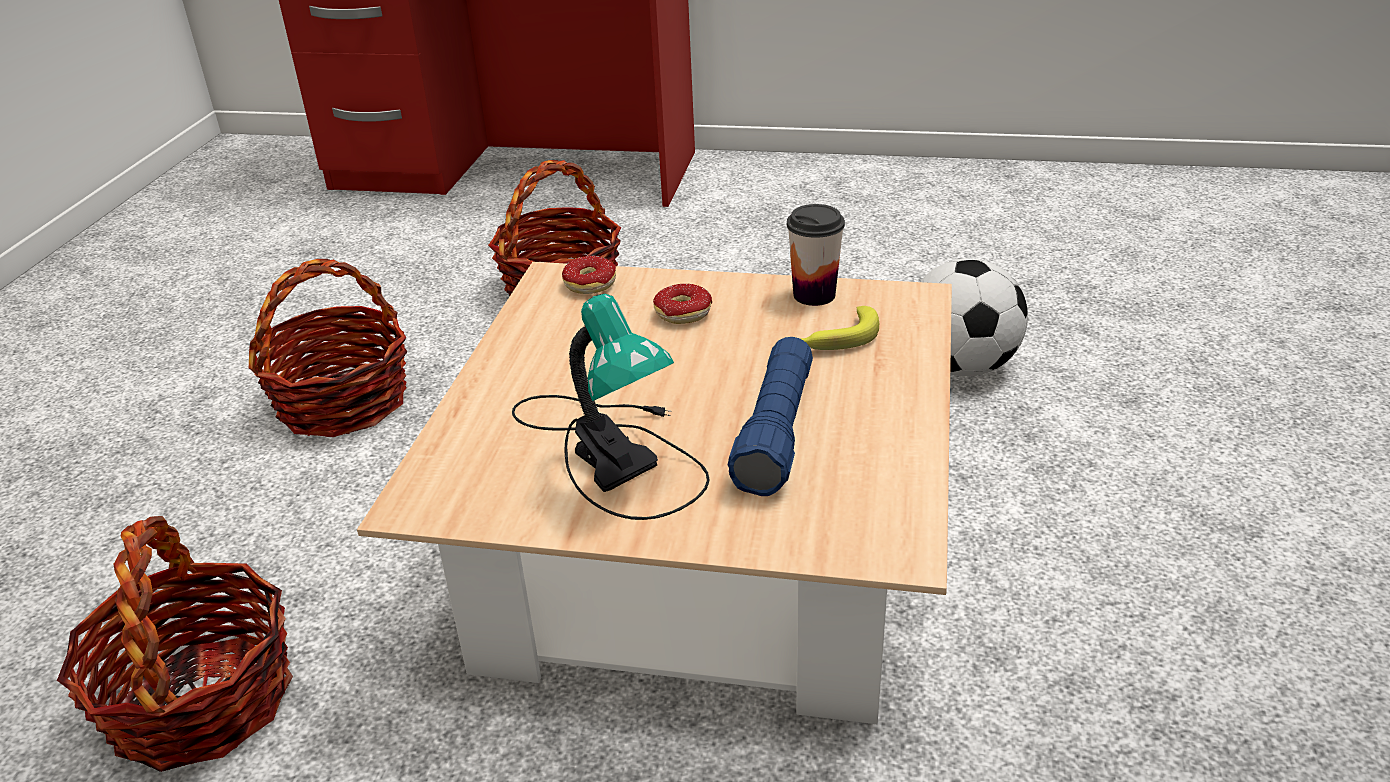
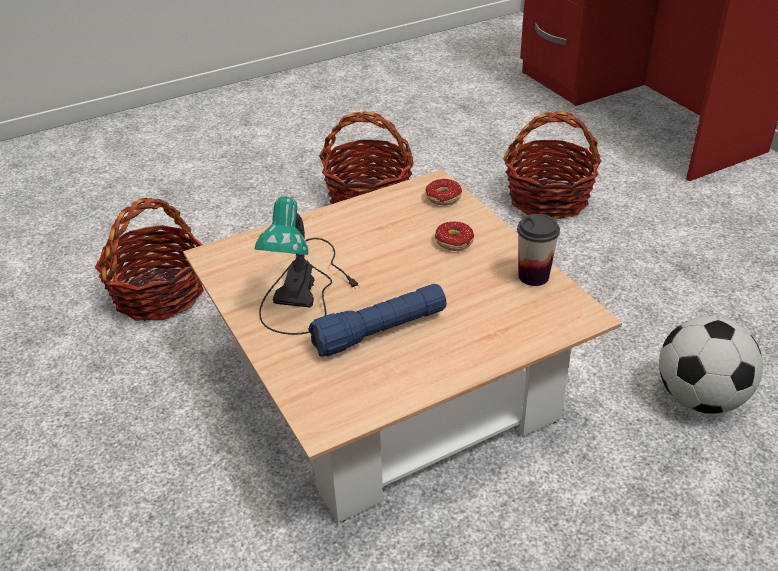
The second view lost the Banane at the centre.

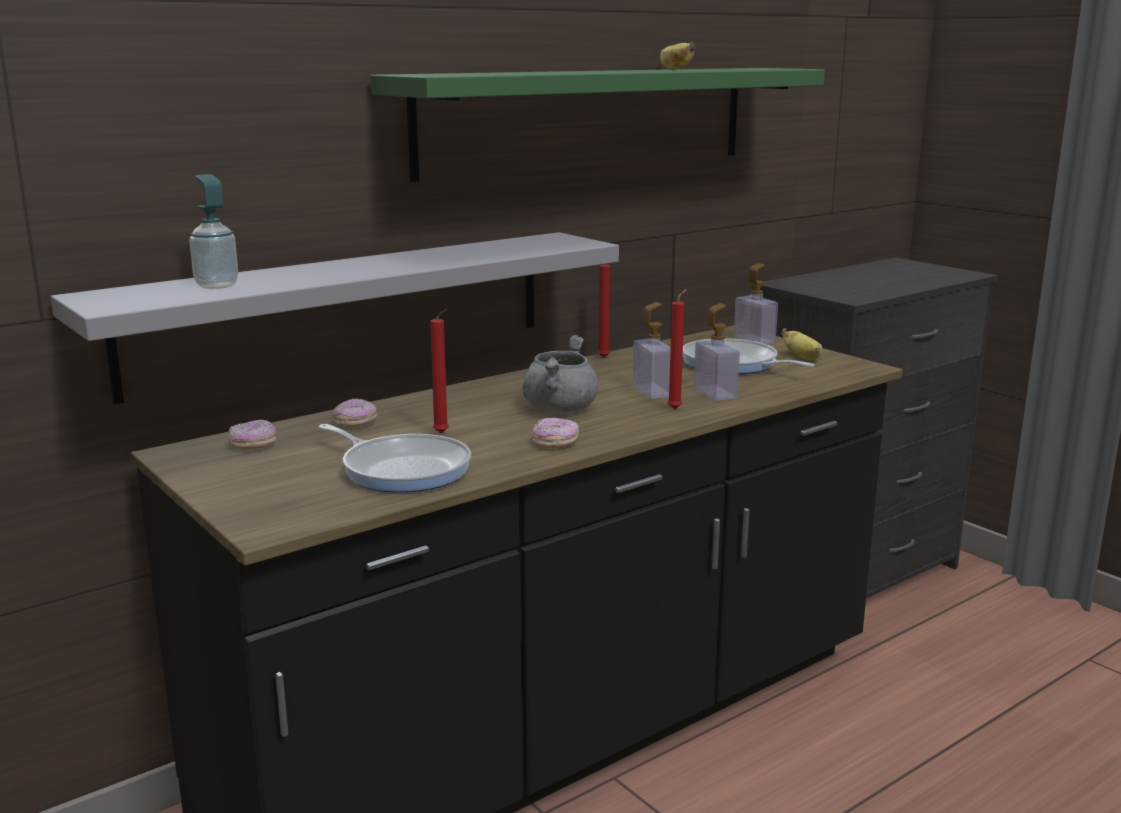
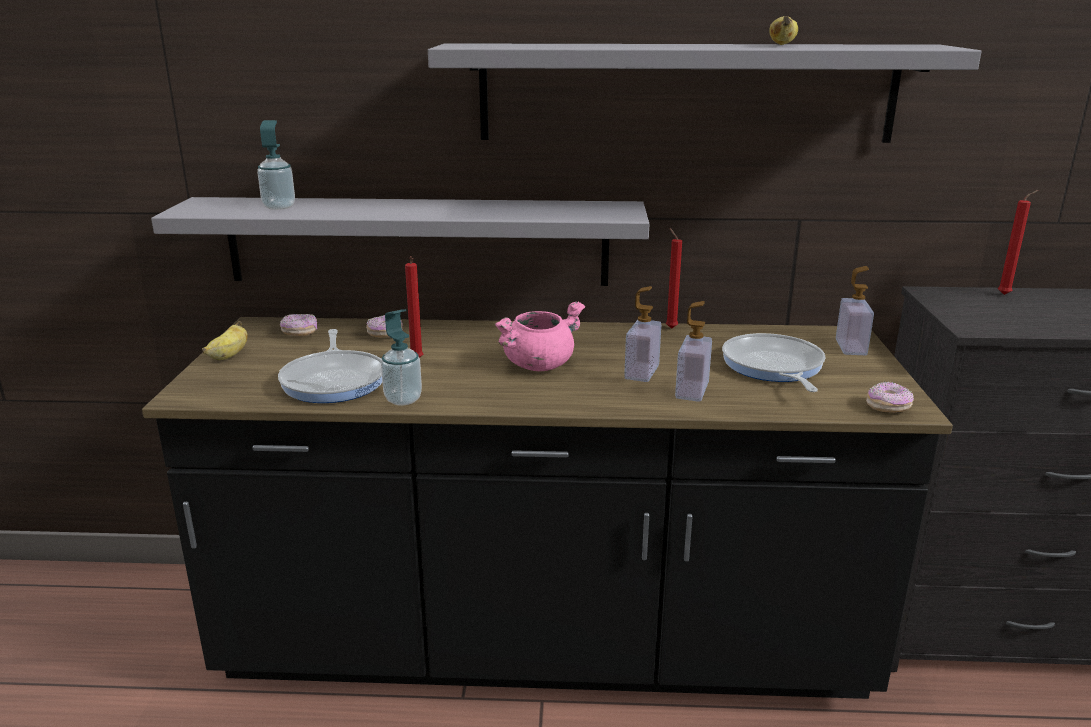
The Banane (2nd from left in the first image) ended up elsewhere, having gone from the middle right to the middle left.
The second view gained the Seifenspender (2nd from left) at the centre.
What was the Wandregal [grün] at the top centre turned into the Wandregal [grau] (2nd from left) at the top centre.
What was the Kochtopf [grau] at the centre turned into the Kochtopf [rosa] at the centre.
The Donut (3rd from left) ended up elsewhere, having gone from the centre to the middle right.
The Kerze [rot] (3rd from left) ended up elsewhere, having gone from the centre to the top right.

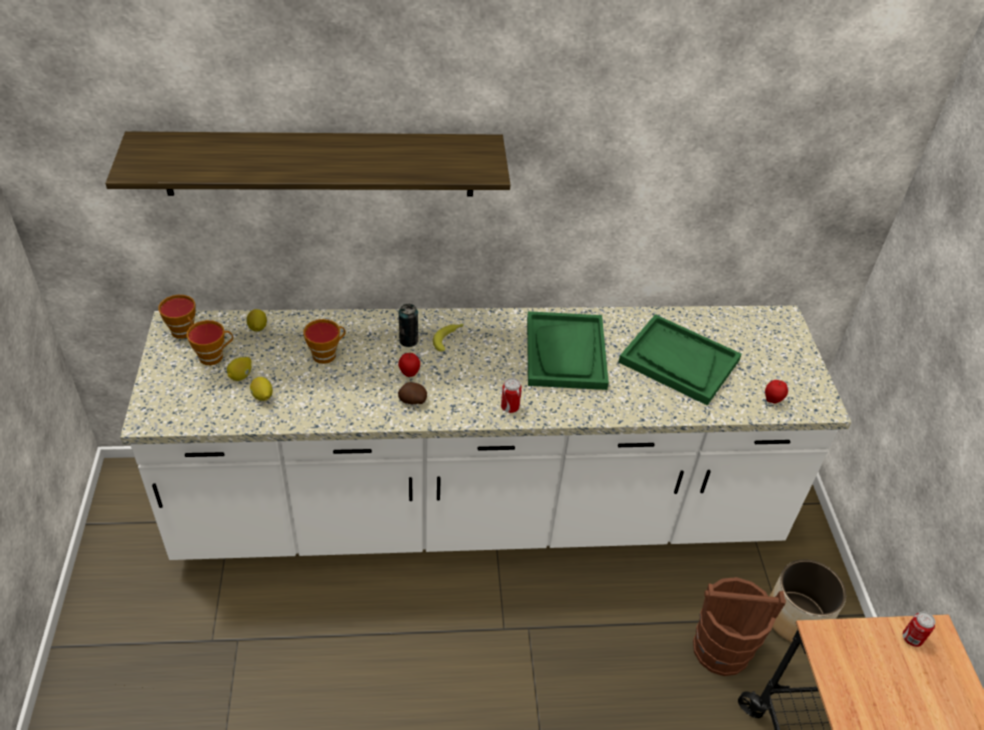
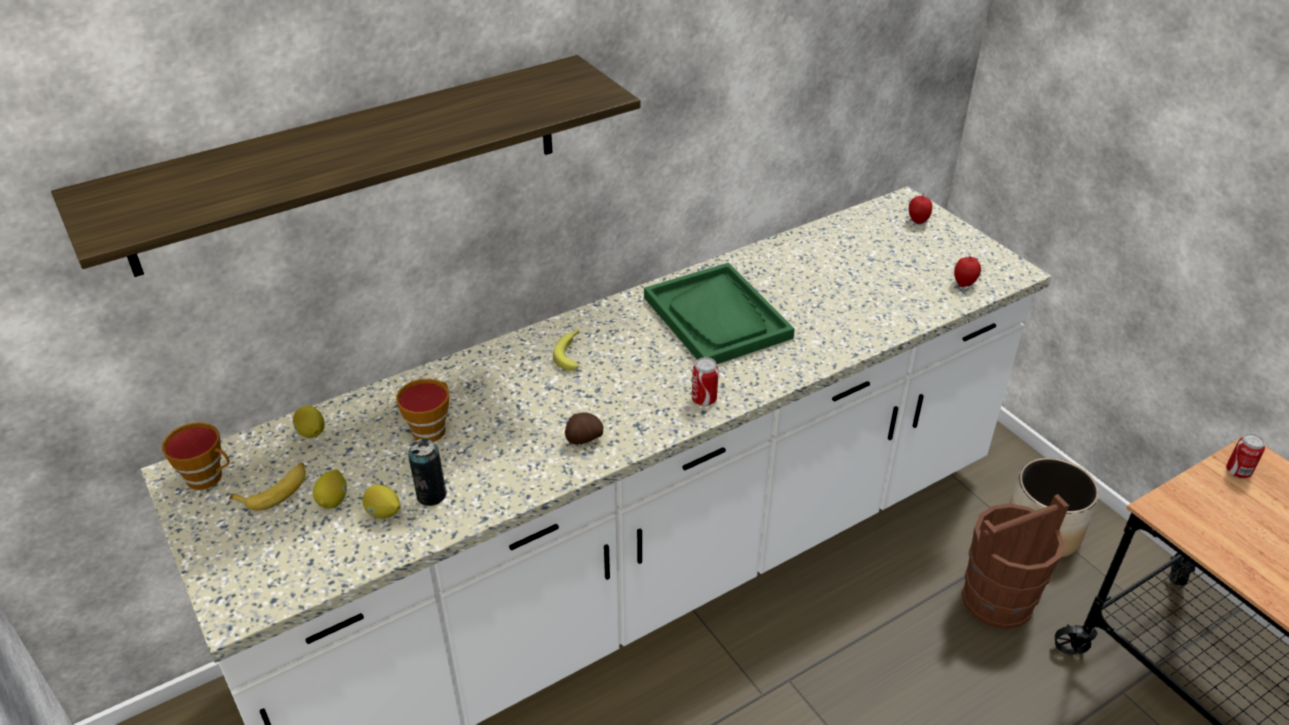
Where the Tasse (2nd from left) stood at the middle left, the Banane (1st from left) came to stand at the bottom left.
The Dose (1st from left) ended up elsewhere, having gone from the centre to the middle left.
The Apfel (1st from left) ended up elsewhere, having gone from the centre to the top right.
The second view lost the Tablett [grün] (2nd from left) at the middle right.

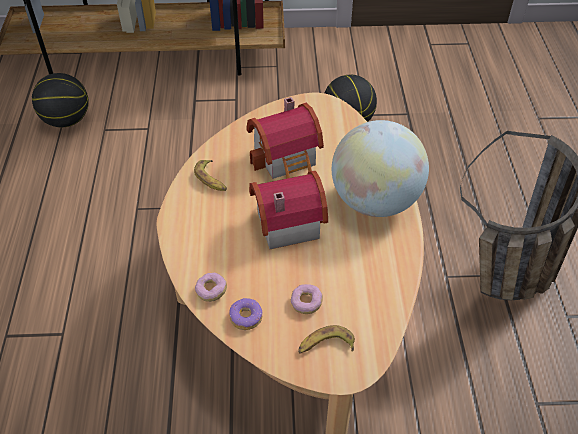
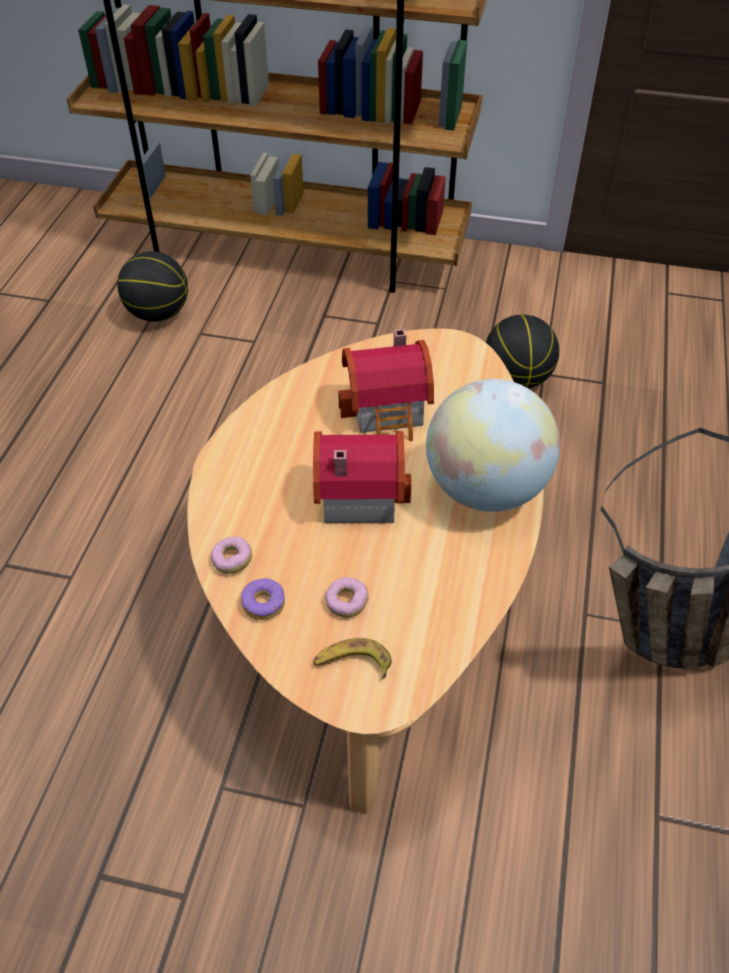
The second view lost the Banane (1st from left) at the centre.

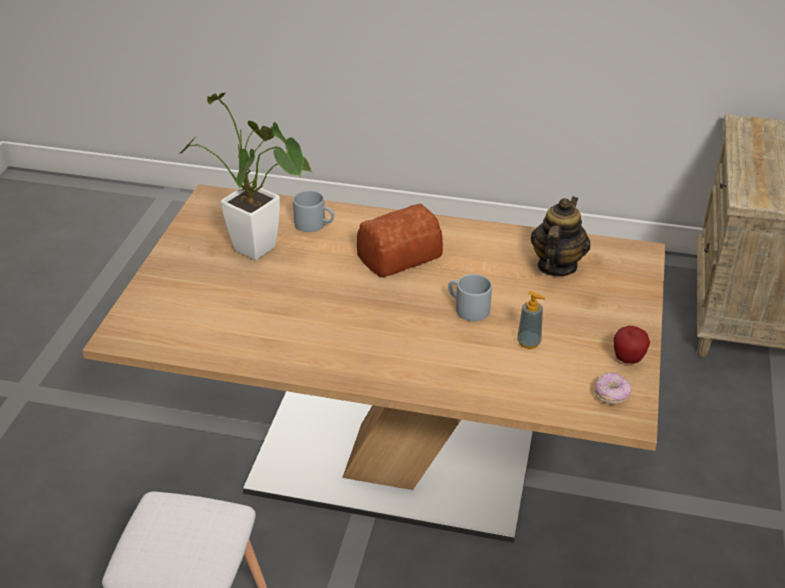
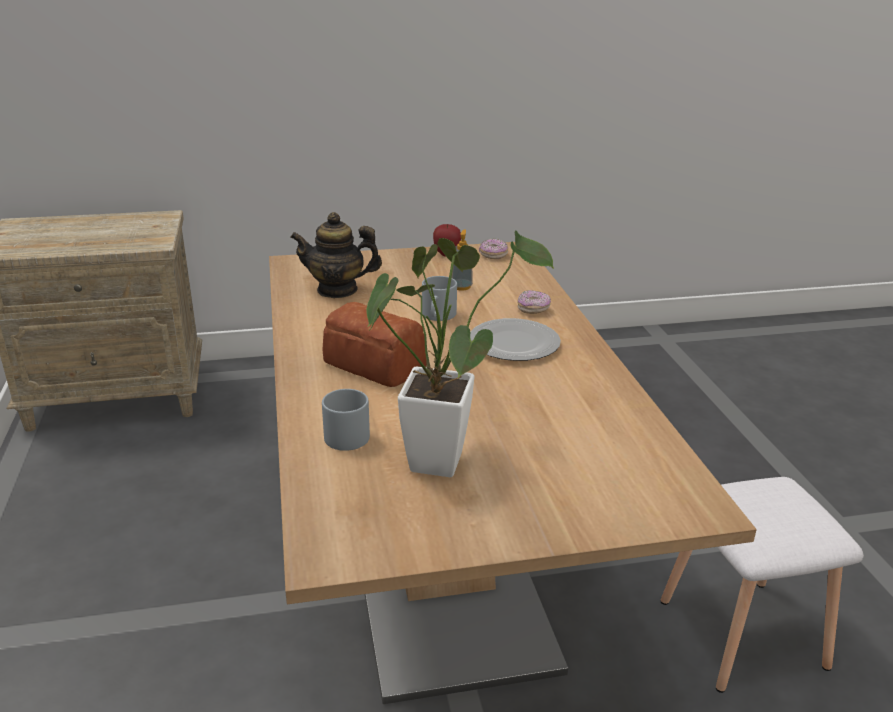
The second view gained the Teller at the centre.
The second view gained the Donut (2nd from left) at the centre.

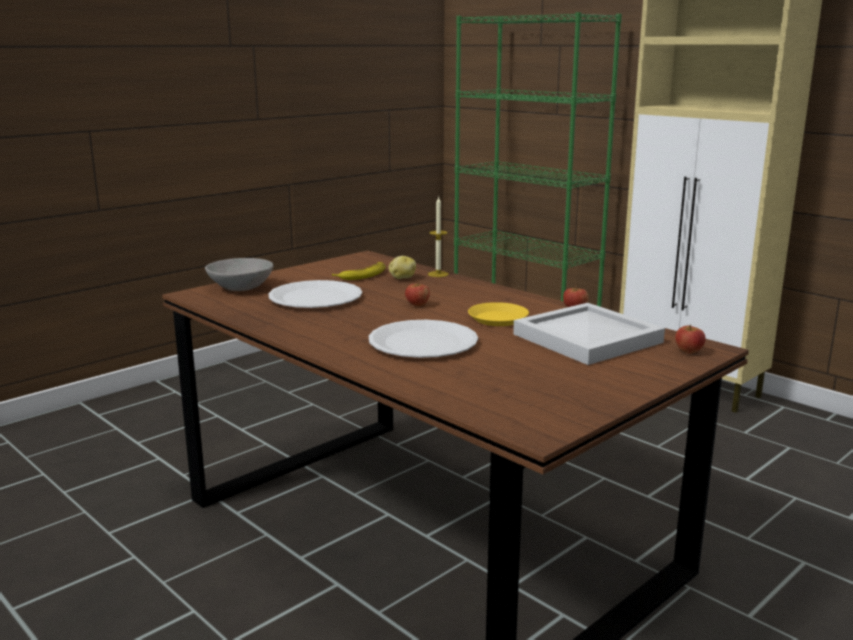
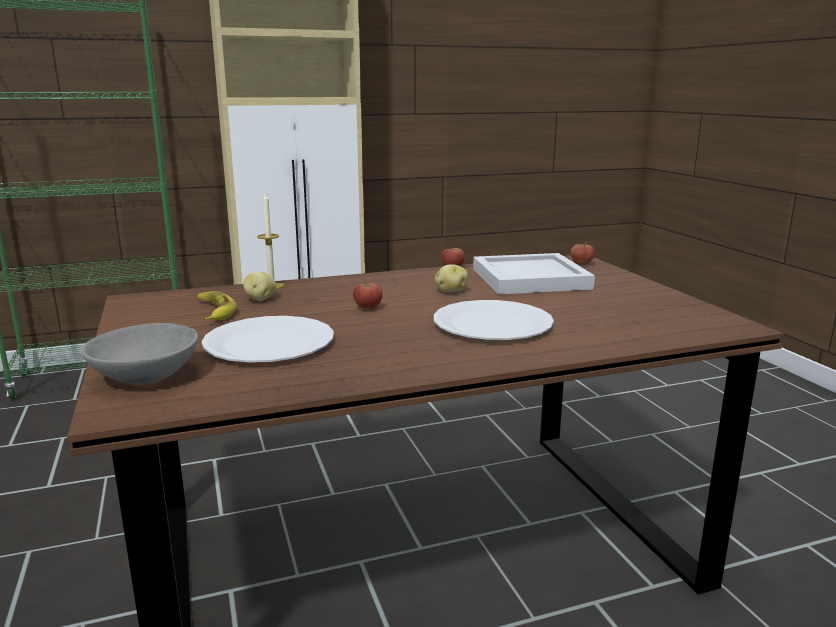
Where the Teller [gelb] stood at the centre, the Kartoffel (2nd from left) came to stand at the centre.

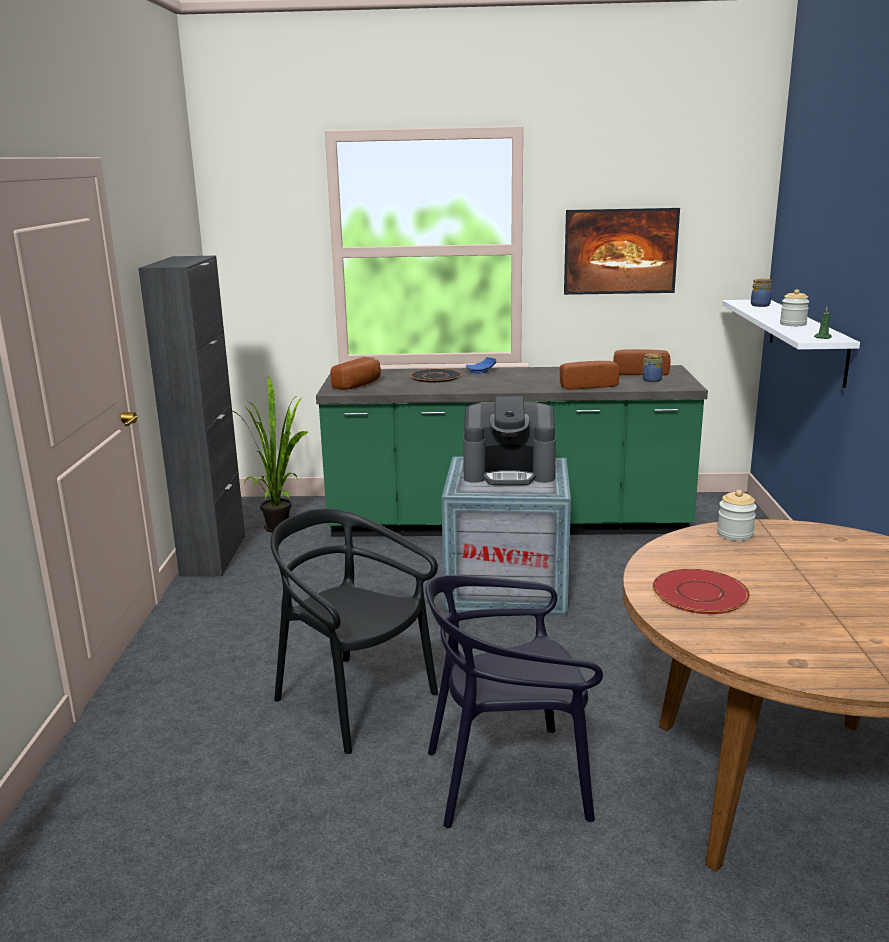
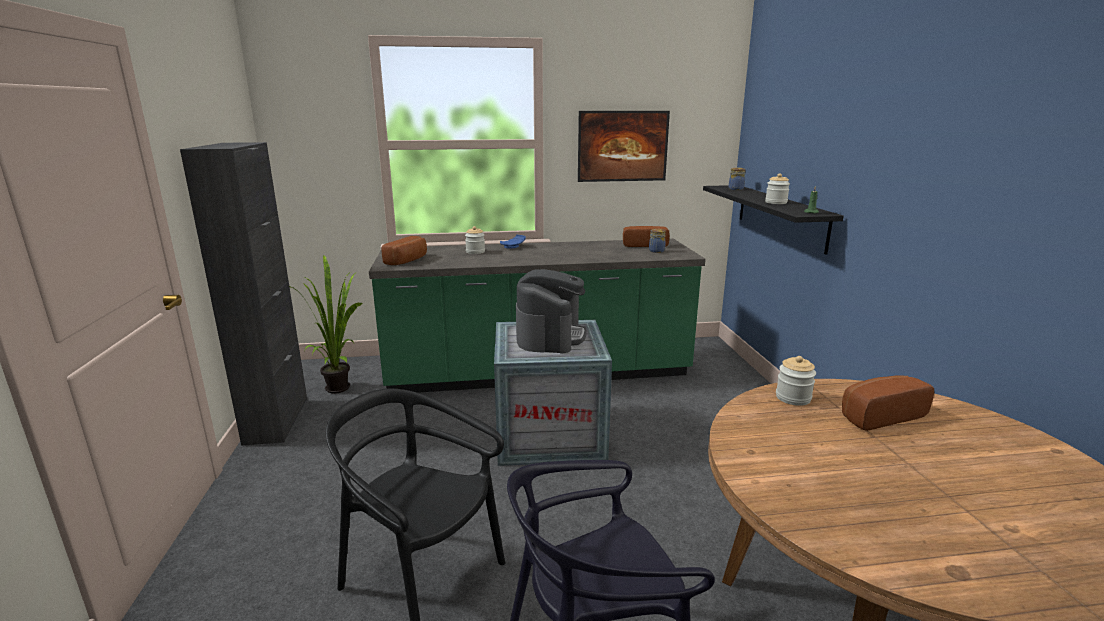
Where the Teller [schwarz] stood at the centre, the Vorratsglas (1st from left) came to stand at the centre.
The Kaffeemaschine at the centre ended up facing another way, 75 degrees counterclockwise from before.
What was the Wandregal [weiß] at the middle right turned into the Wandregal [schwarz] at the middle right.
The Brot (2nd from left in the first image) ended up elsewhere, having gone from the centre to the middle right.
The second view lost the Teller [rot] at the middle right.

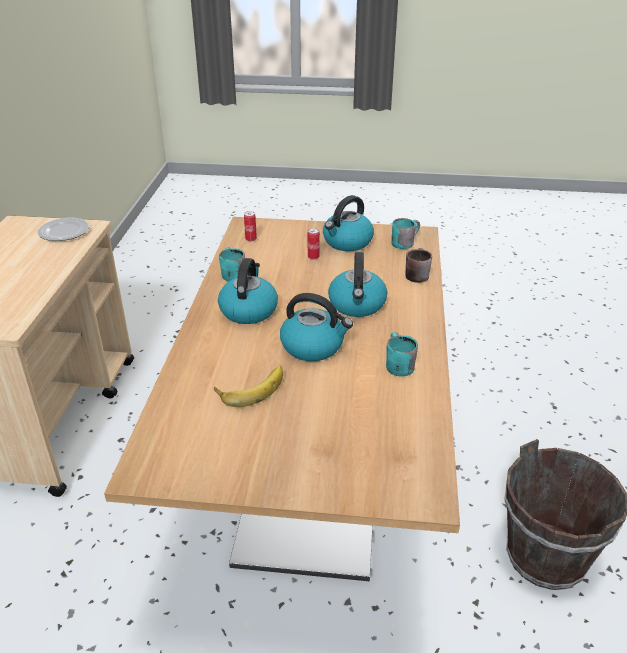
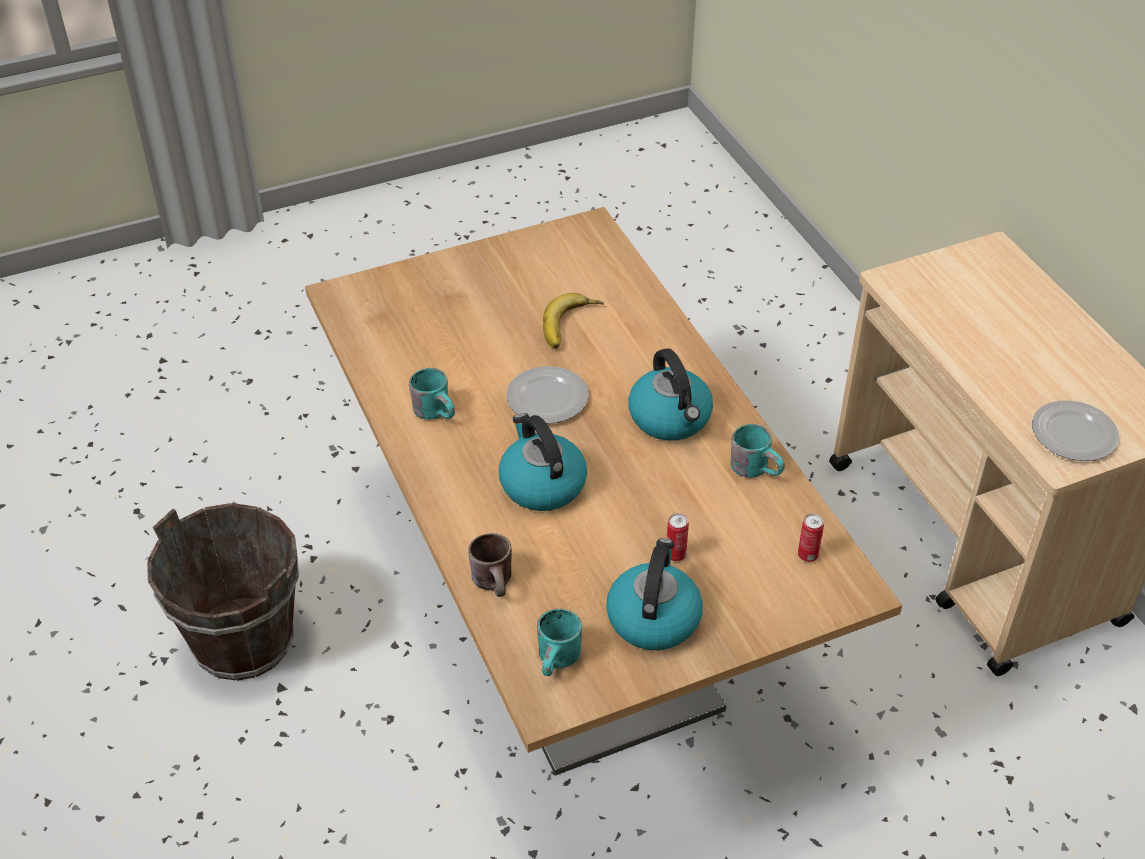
Where the Wasserkessel (2nd from left) stood at the centre, the Teller (1st from left) came to stand at the centre.

